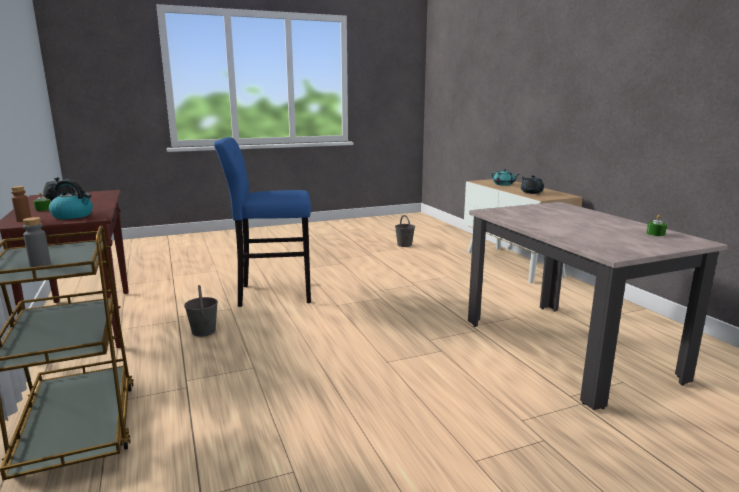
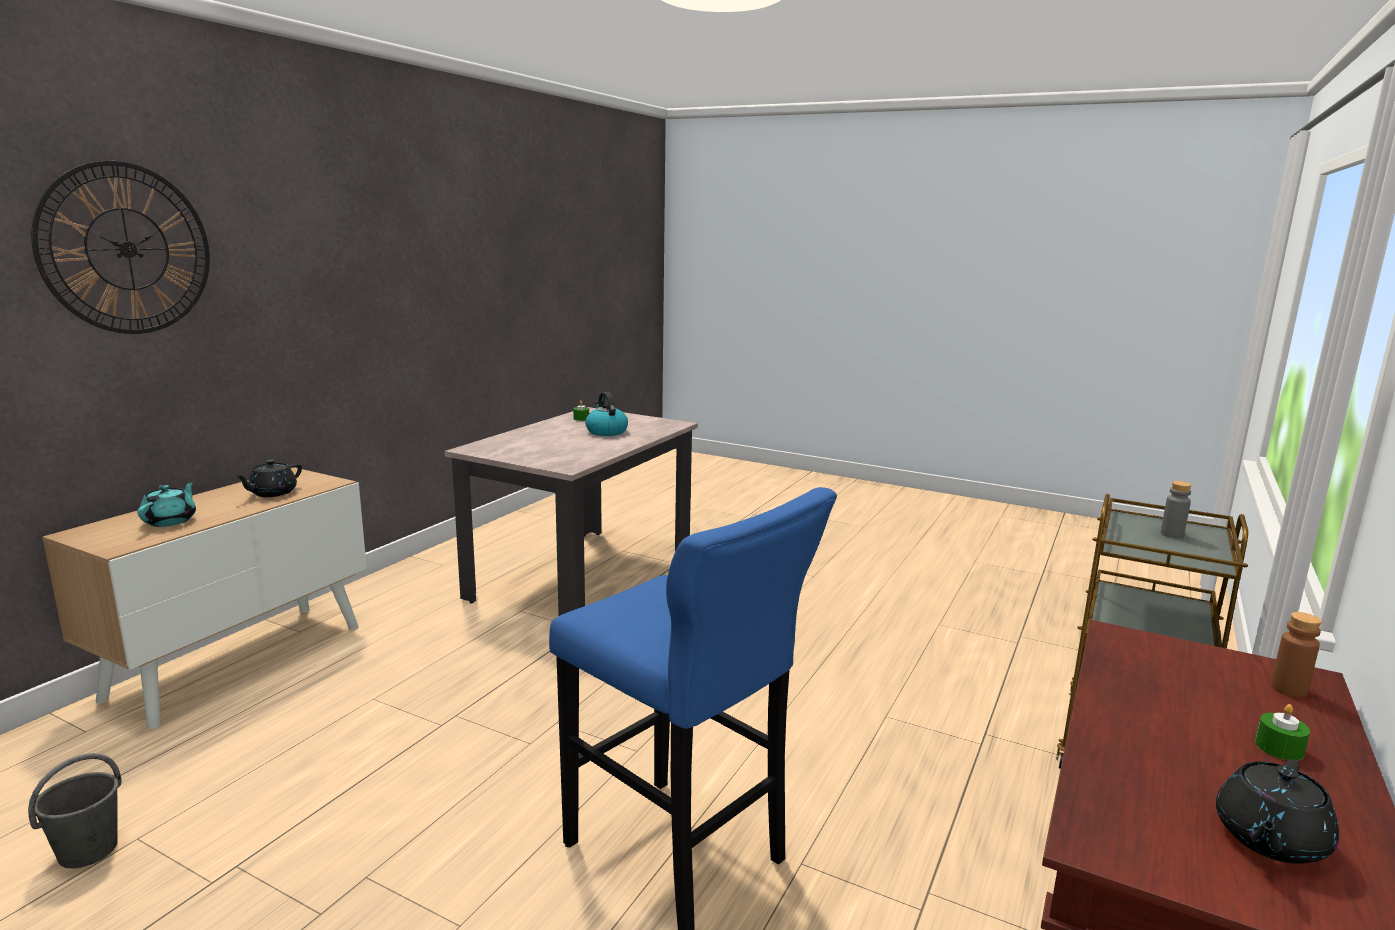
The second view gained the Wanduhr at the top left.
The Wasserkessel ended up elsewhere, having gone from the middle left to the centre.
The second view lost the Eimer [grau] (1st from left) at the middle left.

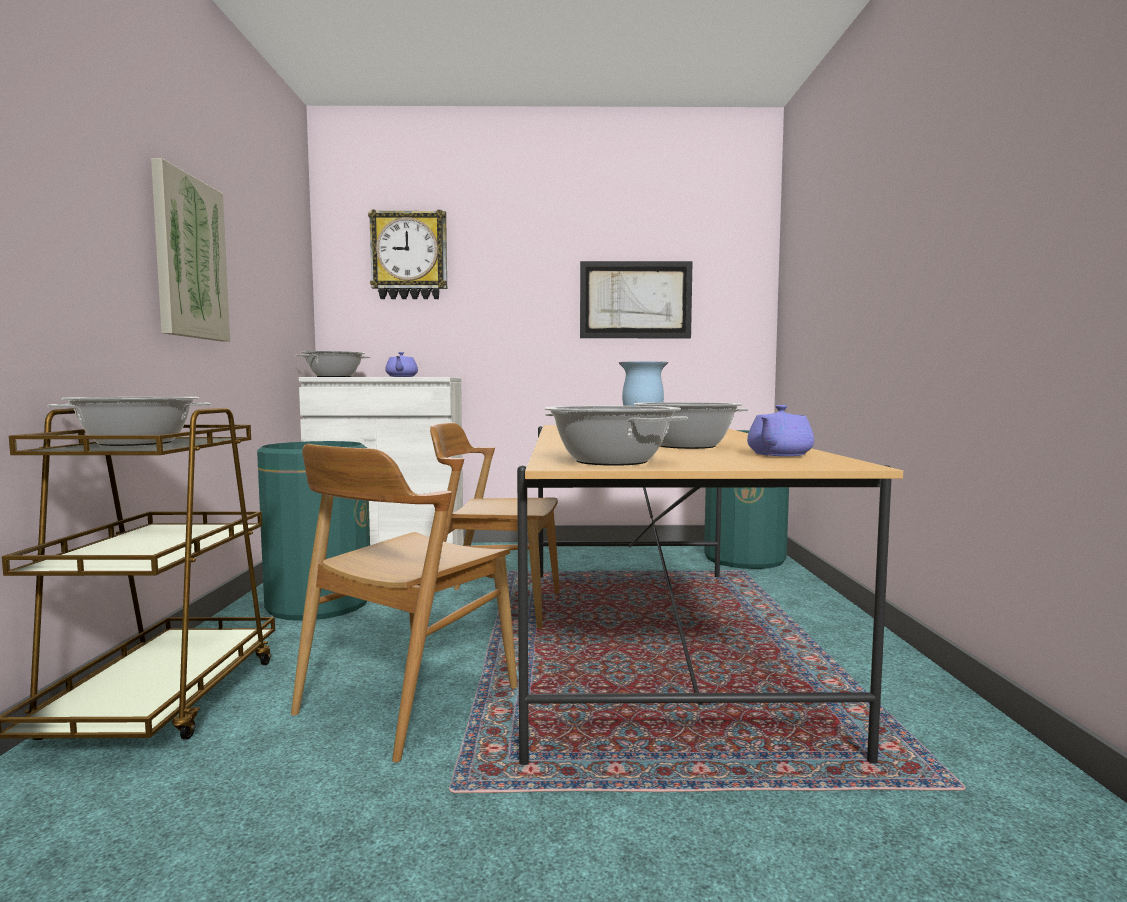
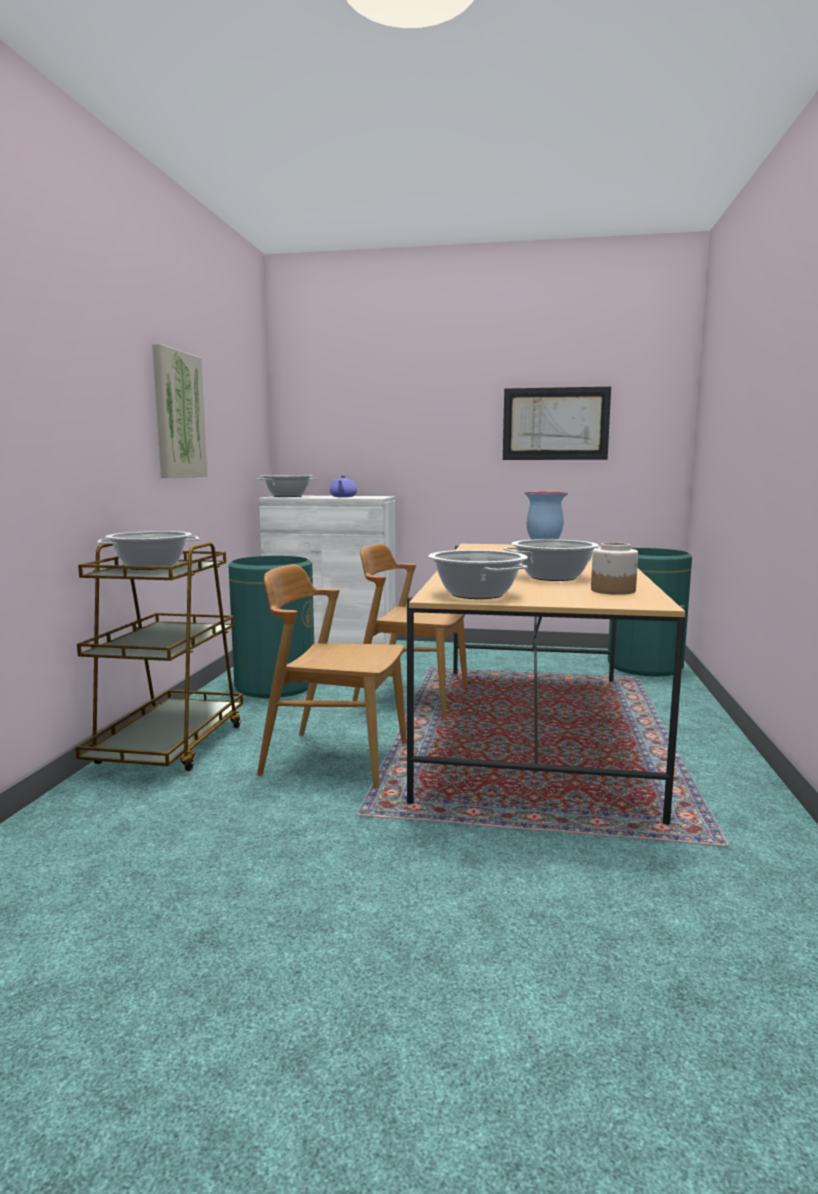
The Stuhl [braun] (1st from left) at the bottom centre ended up facing another way, 60 degrees clockwise from before.
Where the Teekanne [lila] (2nd from left) stood at the middle right, the Vorratsglas came to stand at the middle right.
The second view lost the Wanduhr at the top centre.

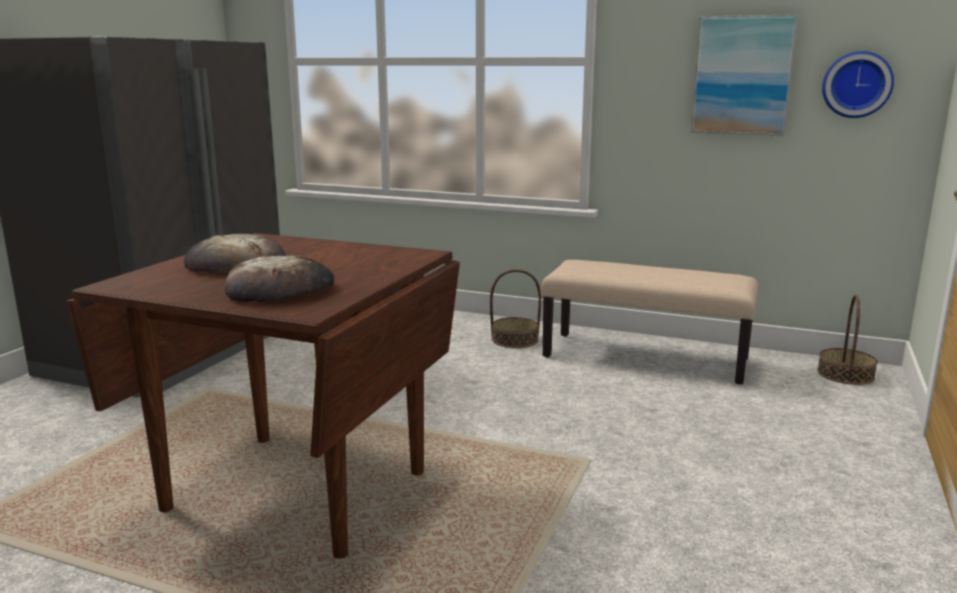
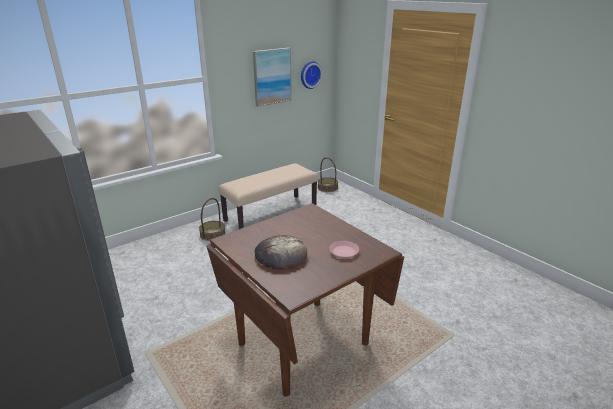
Where the Brot (2nd from left) stood at the middle left, the Teller [rosa] came to stand at the centre.

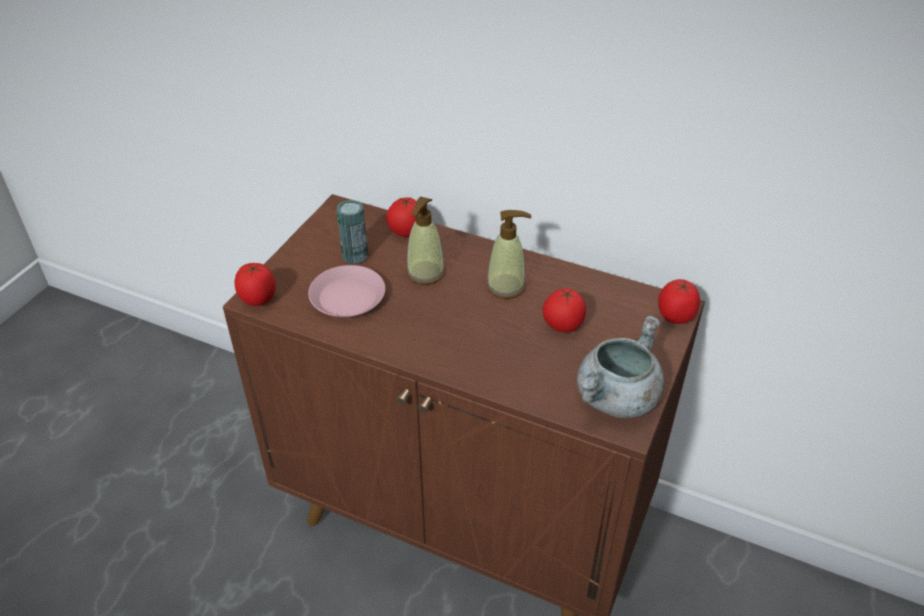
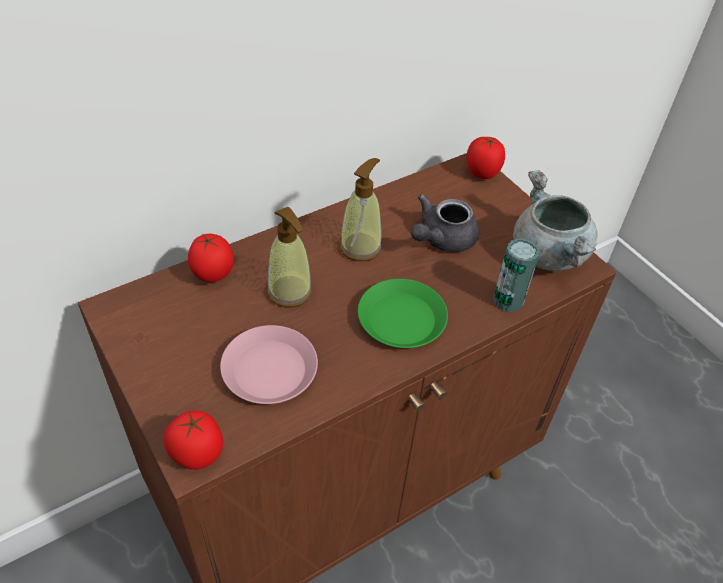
The second view gained the Teller [grün] at the centre.
Where the Tomate (3rd from left) stood at the centre, the Teekanne [grau] came to stand at the centre.
The Dose ended up elsewhere, having gone from the centre to the middle right.

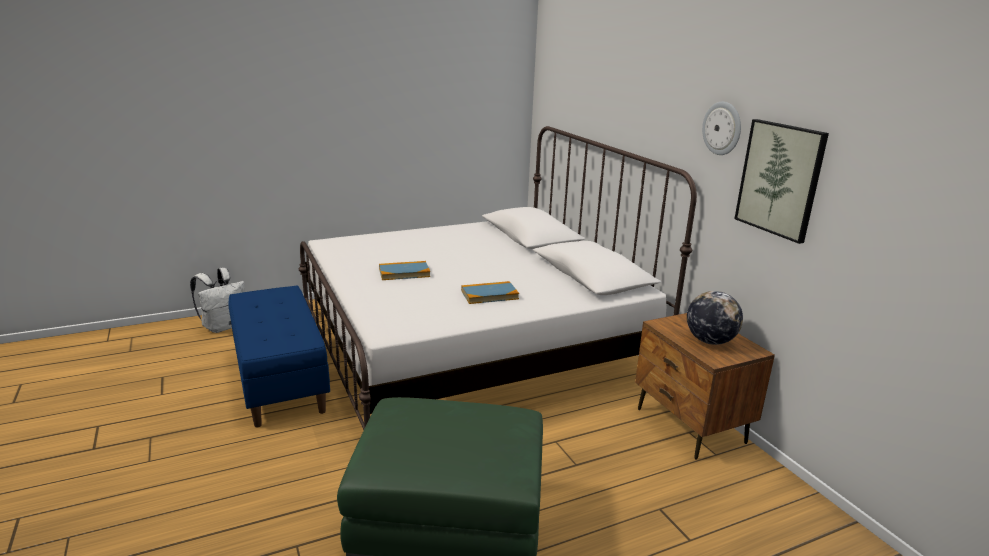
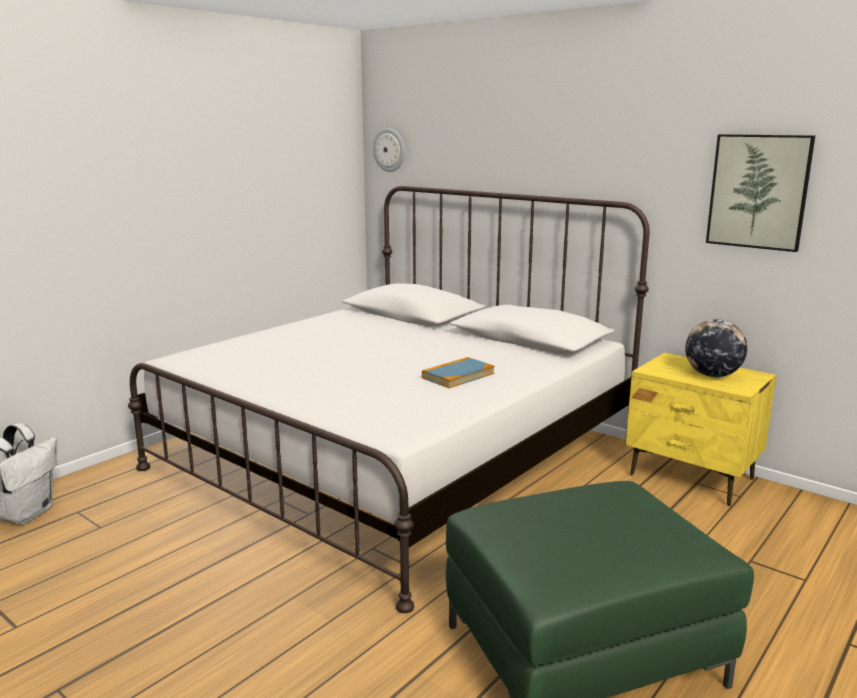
The Wanduhr ended up elsewhere, having gone from the top right to the top centre.
What was the Nachttisch [braun] at the bottom right turned into the Nachttisch [gelb] at the middle right.
The second view lost the Bank [blau] at the middle left.
The second view lost the Buch (1st from left) at the centre.

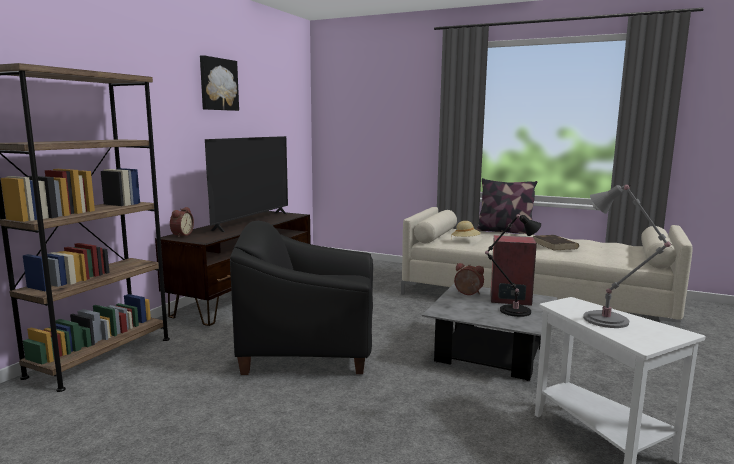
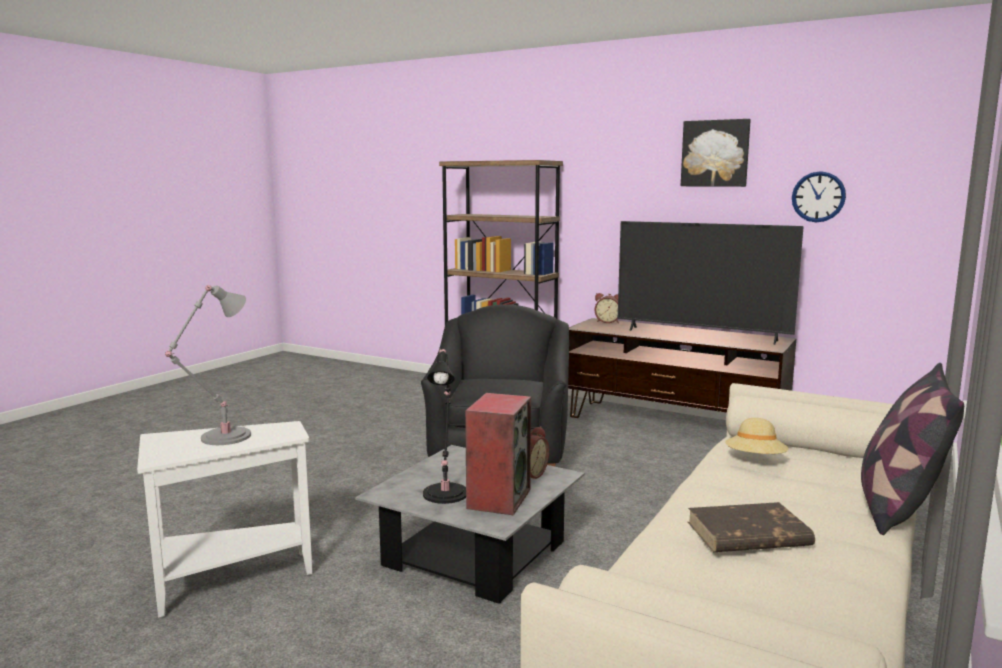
The second view gained the Wanduhr at the top right.

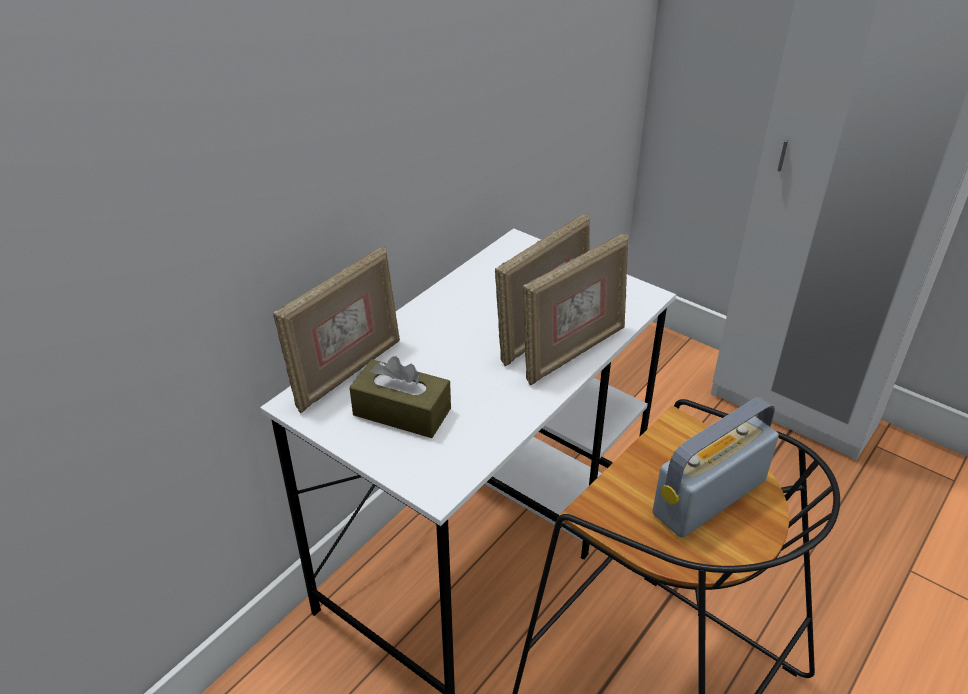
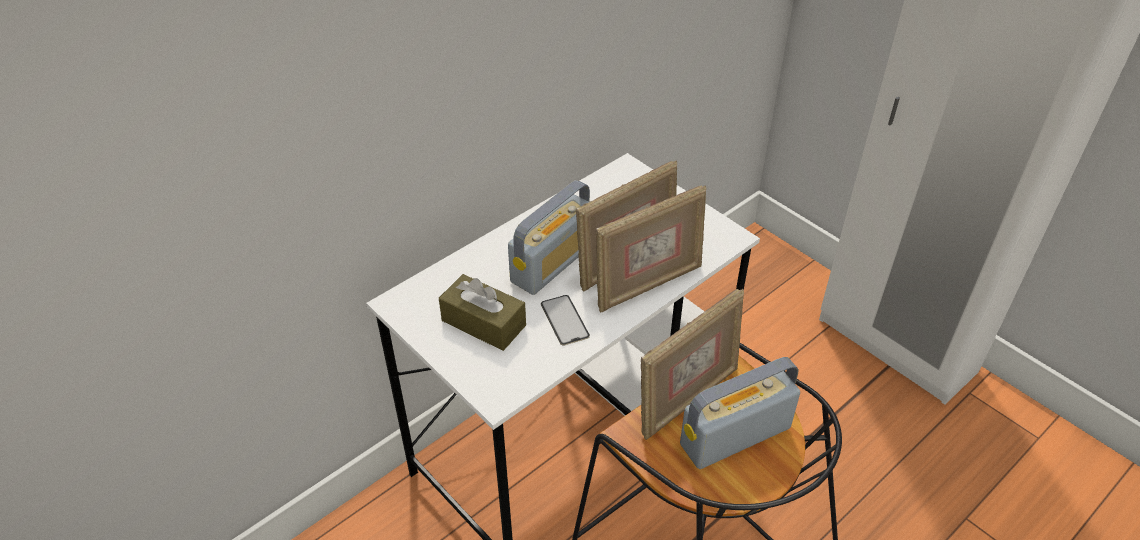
The second view gained the Radio (1st from left) at the centre.
The second view gained the Handy at the centre.
The Bilderrahmen (1st from left in the first image) ended up elsewhere, having gone from the centre to the bottom centre.

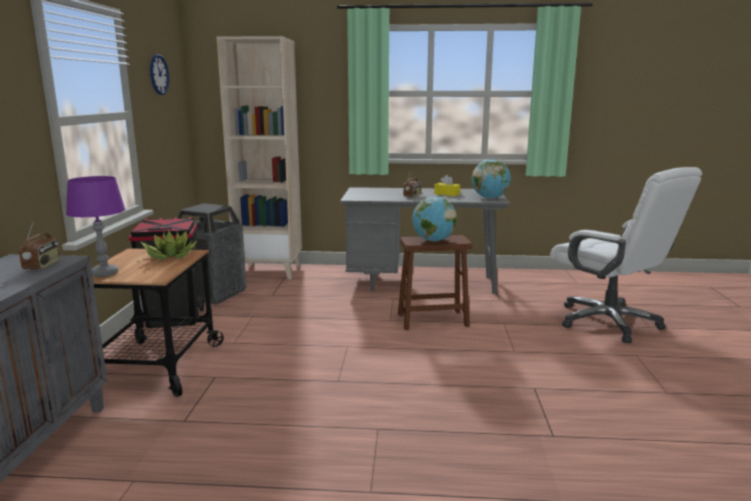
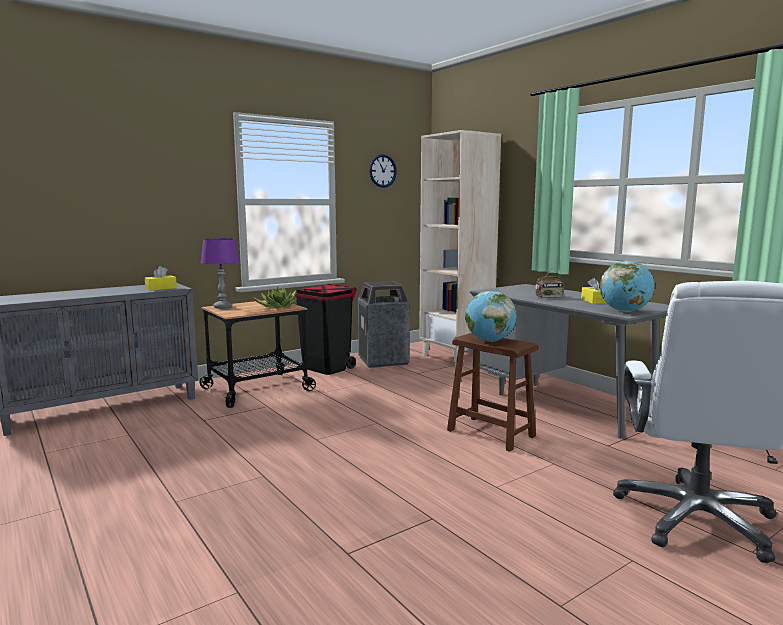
Where the Radio (1st from left) stood at the middle left, the Taschentuchbox [gelb] (1st from left) came to stand at the middle left.

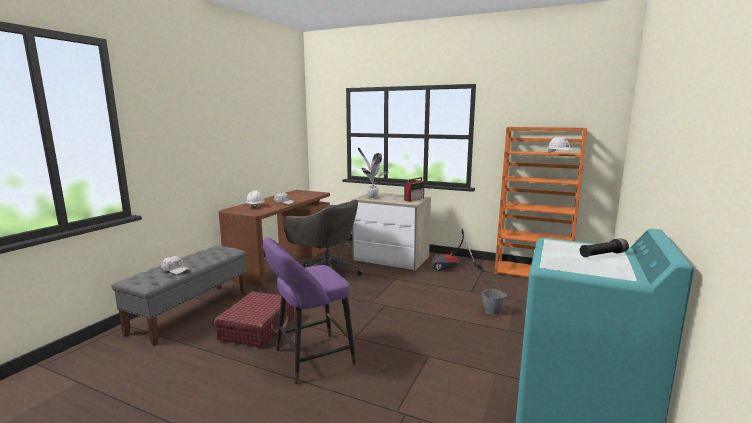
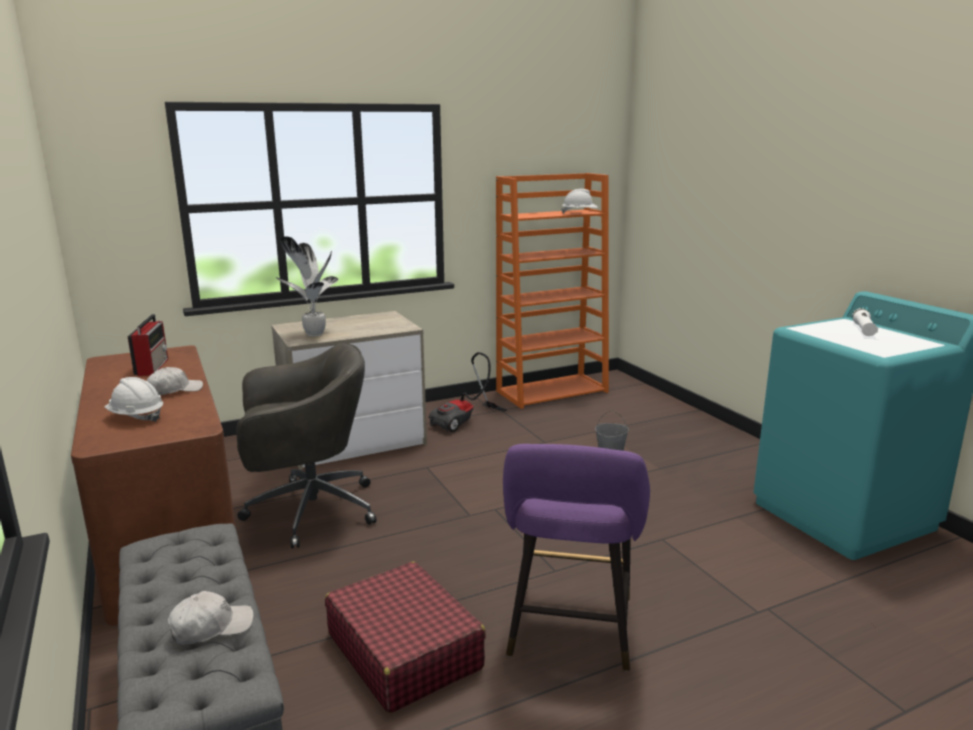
The Radio ended up elsewhere, having gone from the centre to the middle left.
What was the Taschenlampe [schwarz] at the middle right turned into the Taschenlampe [weiß] at the middle right.

